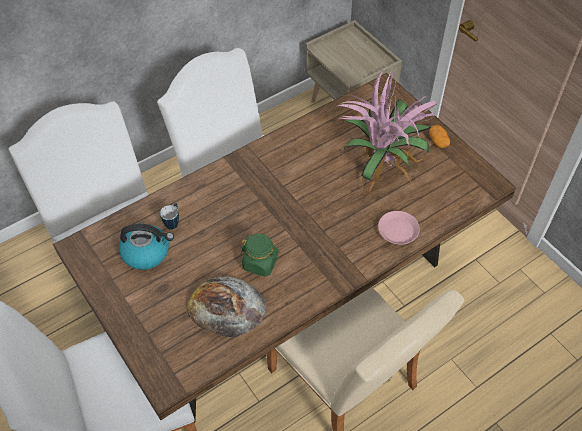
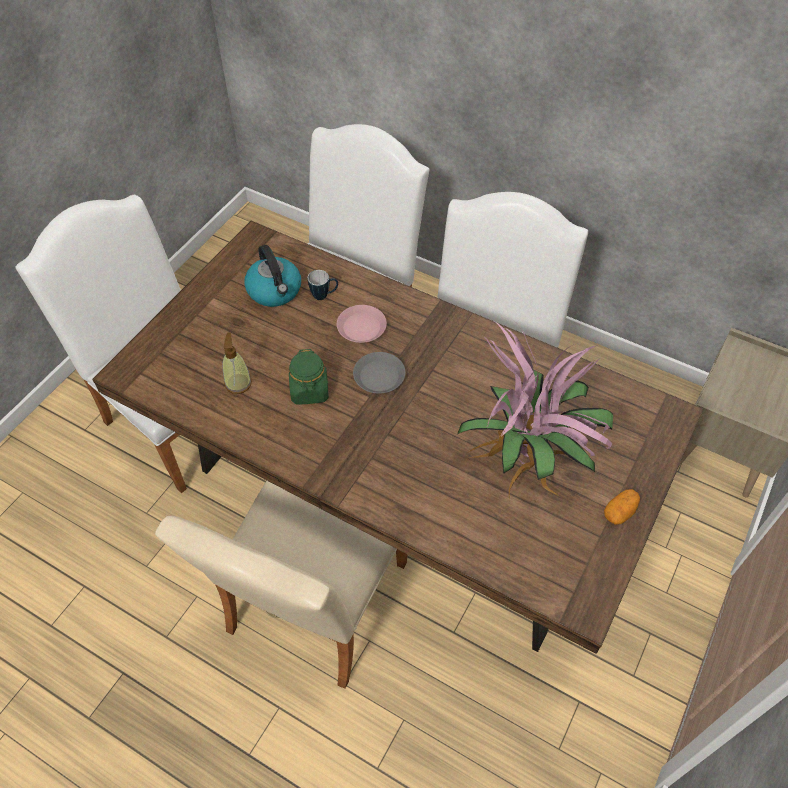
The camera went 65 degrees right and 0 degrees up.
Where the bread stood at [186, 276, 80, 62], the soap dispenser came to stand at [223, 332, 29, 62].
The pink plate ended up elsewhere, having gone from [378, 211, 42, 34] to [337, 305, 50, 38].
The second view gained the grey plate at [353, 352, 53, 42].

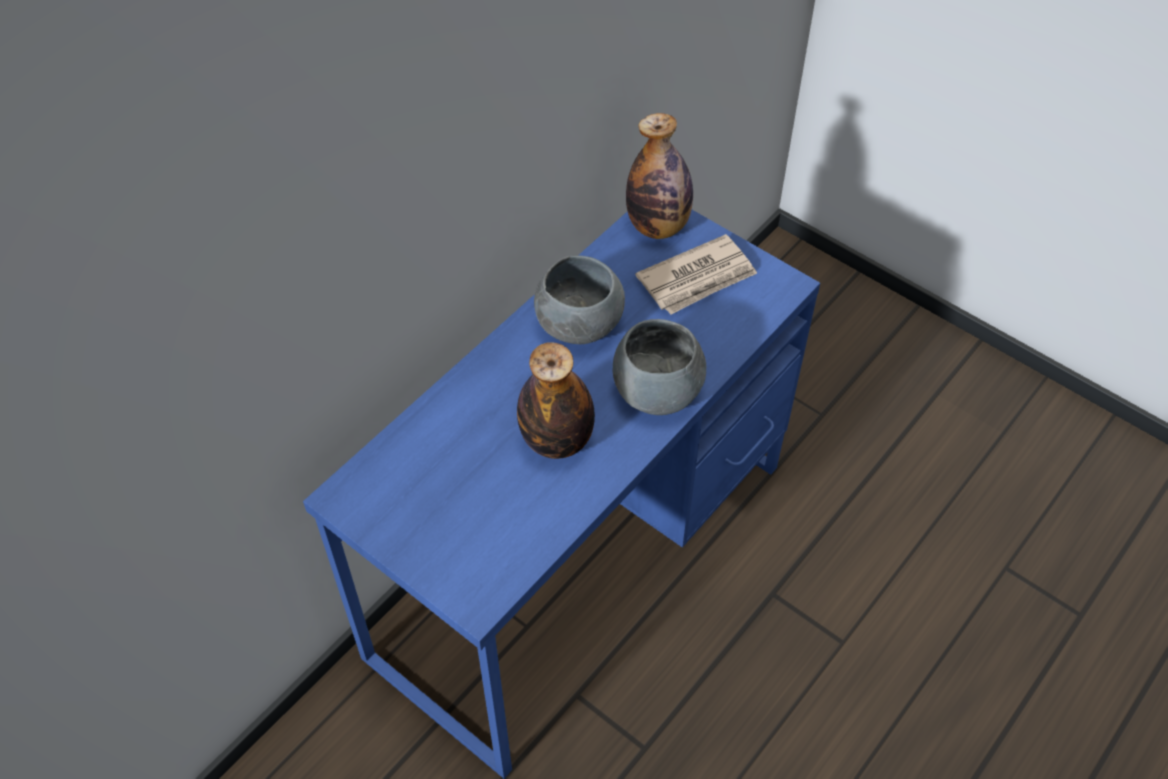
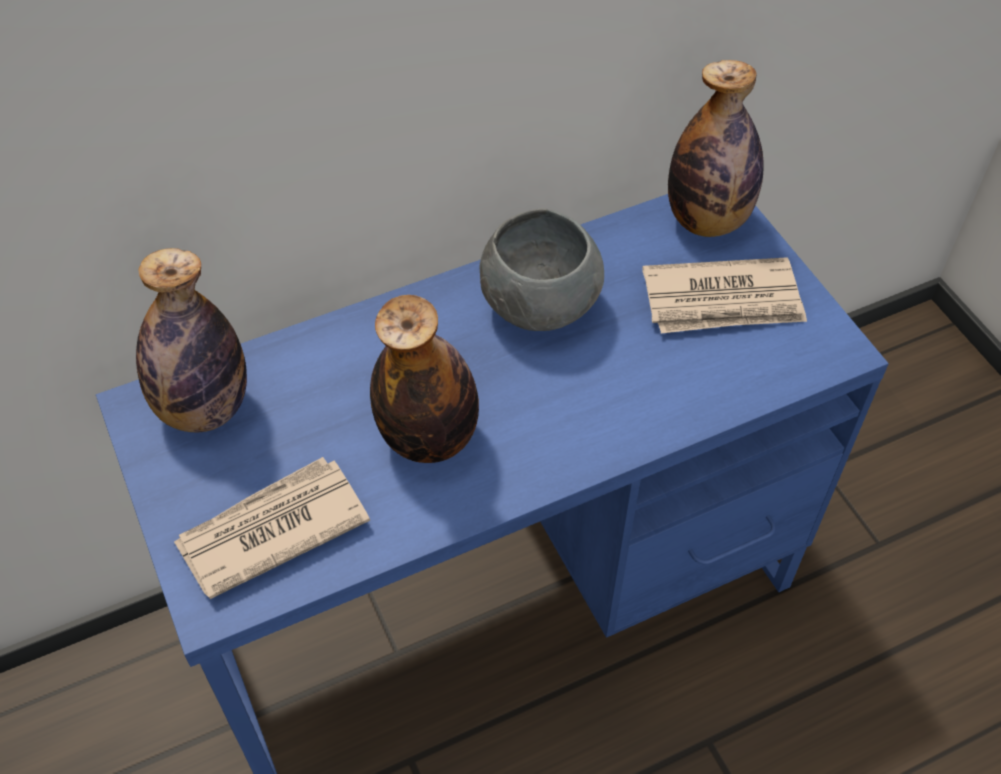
The camera went 25 degrees right and 0 degrees up.
The second view gained the bottle at [136, 248, 111, 184].
The second view gained the newspaper at [174, 457, 196, 142].
The second view lost the grey bowl at [613, 319, 93, 96].

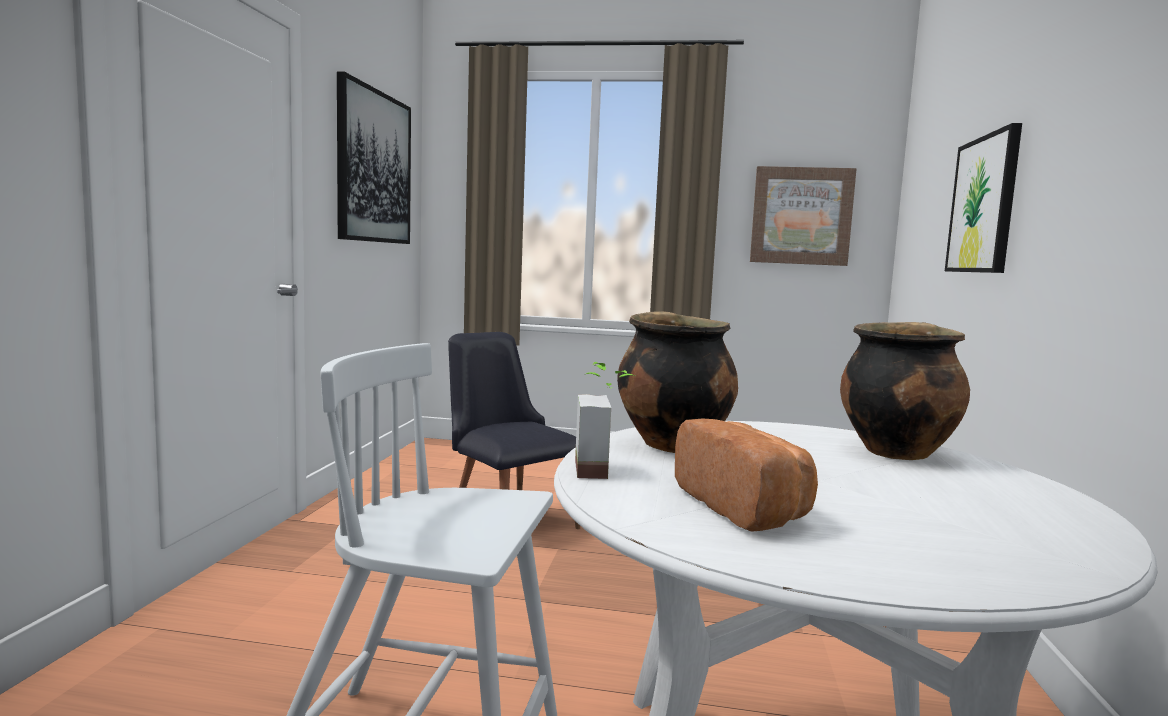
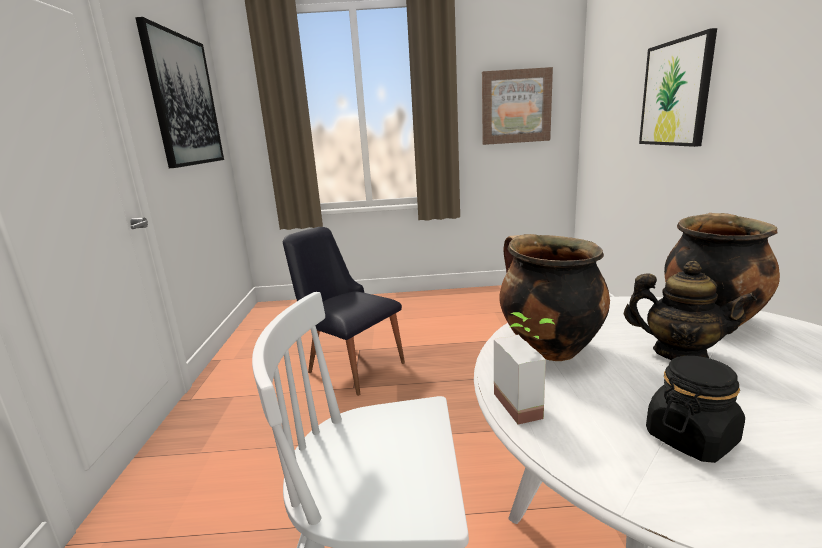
The camera went 10 degrees left and 10 degrees up.
The second view gained the teapot at [624, 261, 133, 99].
Where the bread stood at [675, 419, 143, 113], the black jar came to stand at [646, 356, 99, 107].

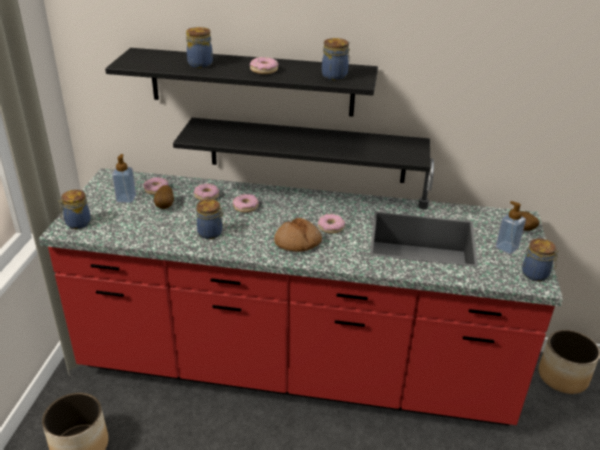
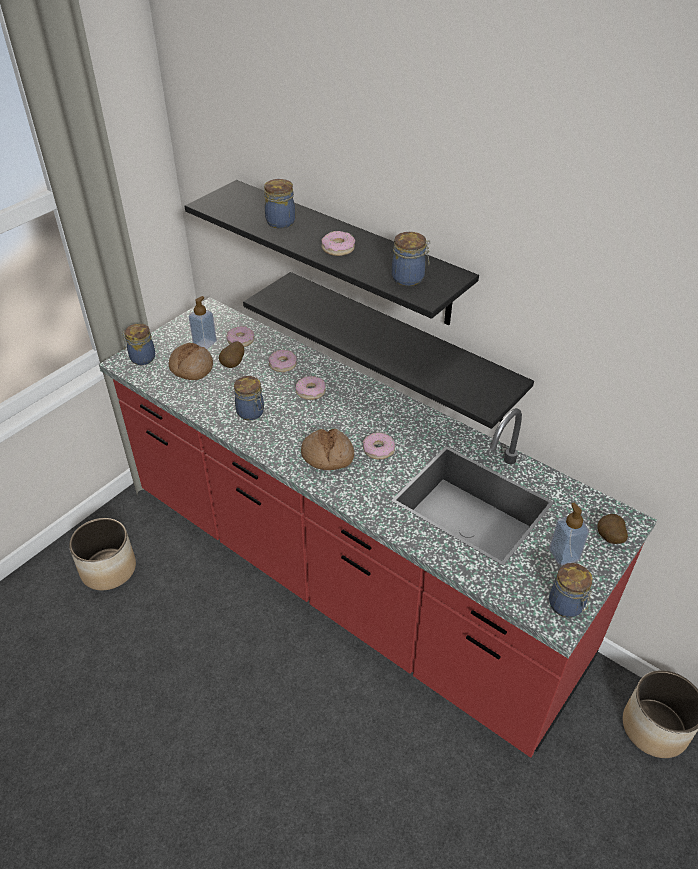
The camera went 30 degrees right and 10 degrees up.
The second view gained the bread at [169, 343, 44, 37].

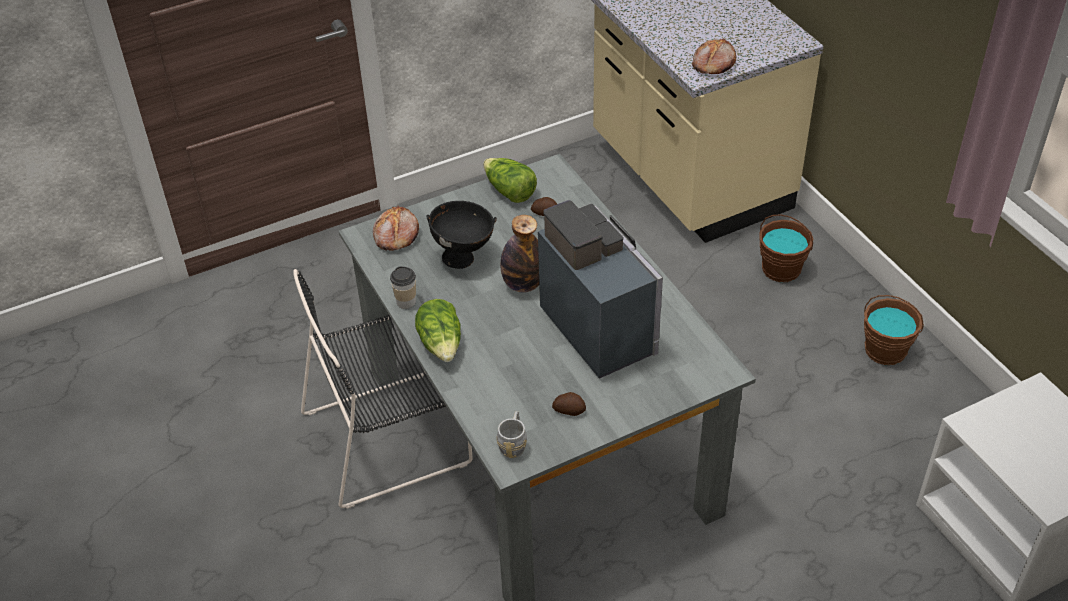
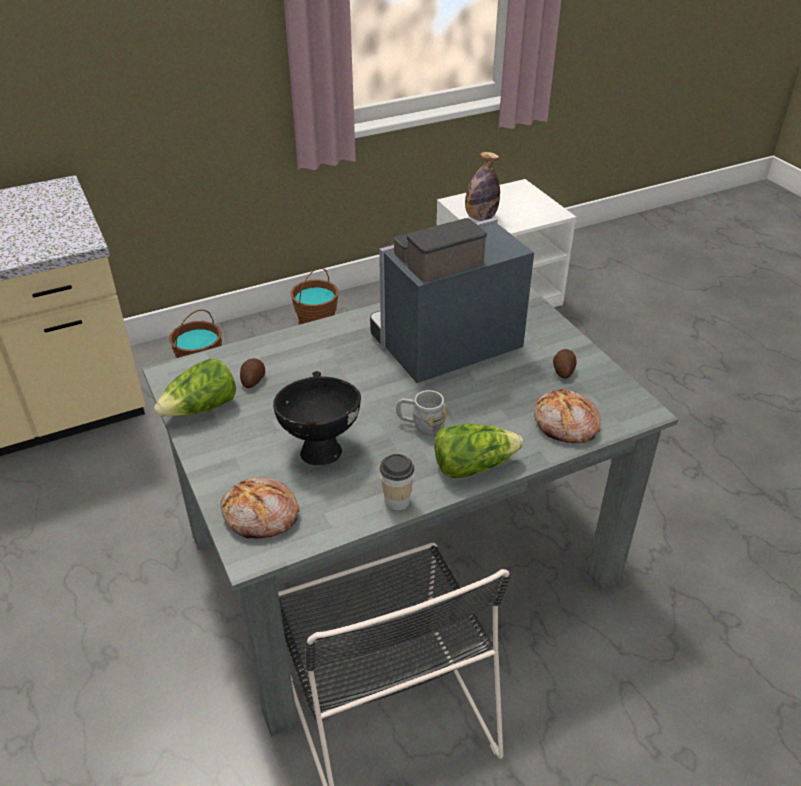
The camera went 90 degrees left and 5 degrees down.
The grey mug ended up elsewhere, having gone from [497, 411, 30, 47] to [396, 390, 50, 45].
The bottle ended up elsewhere, having gone from [500, 215, 39, 78] to [465, 152, 35, 69].
The bread ended up elsewhere, having gone from [692, 38, 44, 36] to [534, 389, 67, 54].

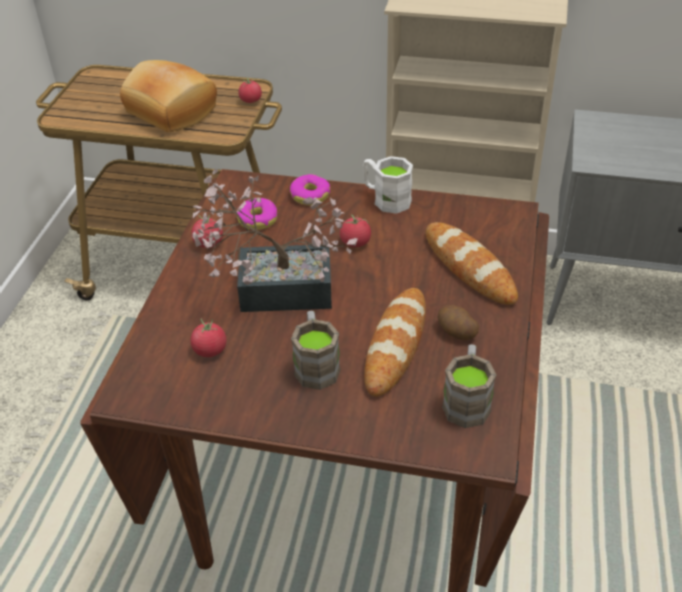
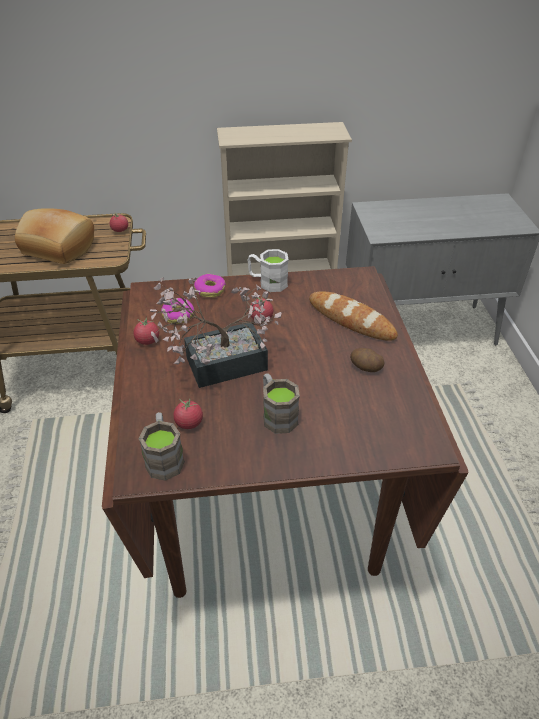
The camera went 20 degrees left and 0 degrees up.
The brown mug ended up elsewhere, having gone from [442, 344, 54, 84] to [139, 412, 46, 69].
The second view lost the bread at [364, 288, 62, 109].

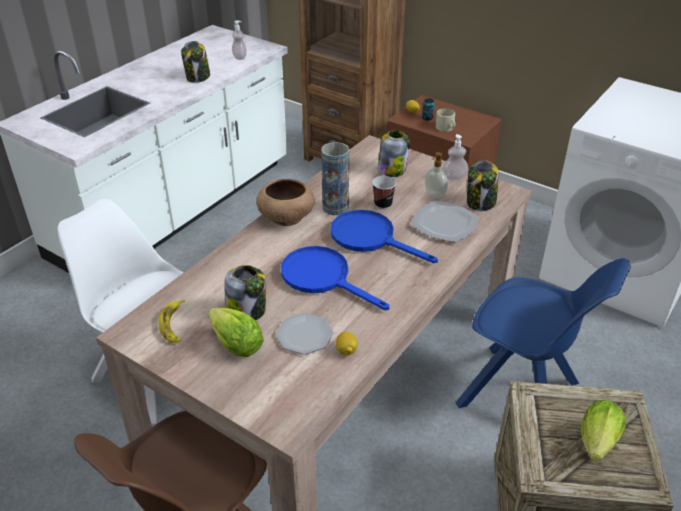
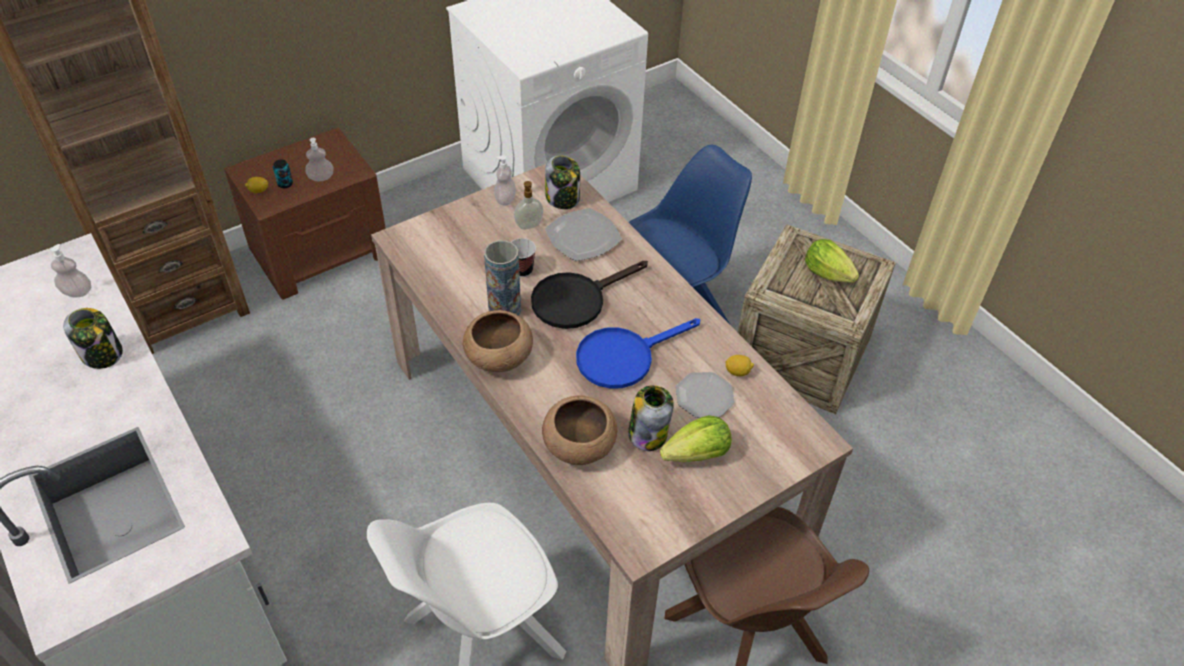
The camera went 70 degrees left and 10 degrees up.
Where the beige mug stood at [436, 108, 19, 24], the soap dispenser came to stand at [305, 138, 29, 43].
What was the blue frying pan at [330, 210, 108, 53] turned into the black frying pan at [531, 261, 117, 68].
The second view gained the brown bowl at [542, 395, 75, 70].
The second view lost the banana at [158, 300, 27, 43].
The second view lost the jar at [378, 130, 32, 47].

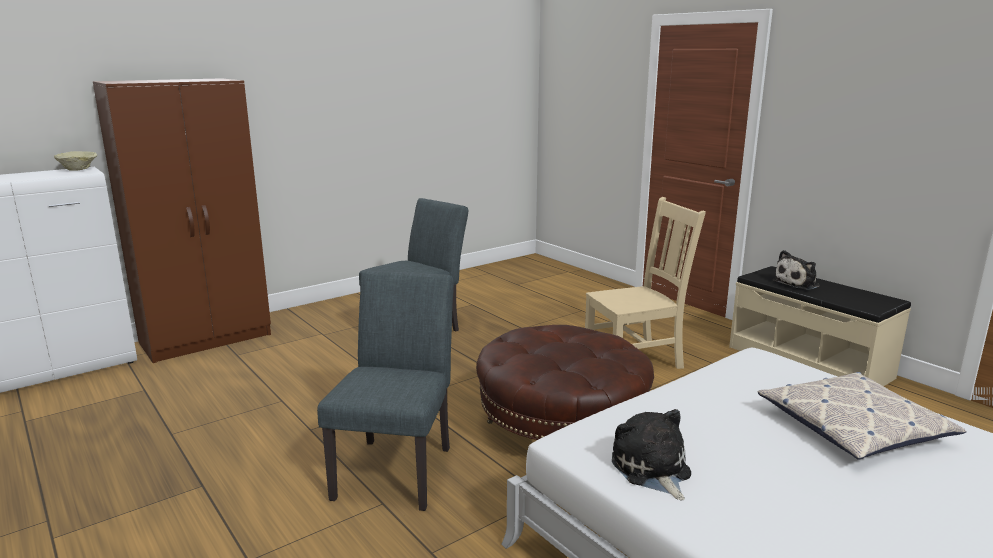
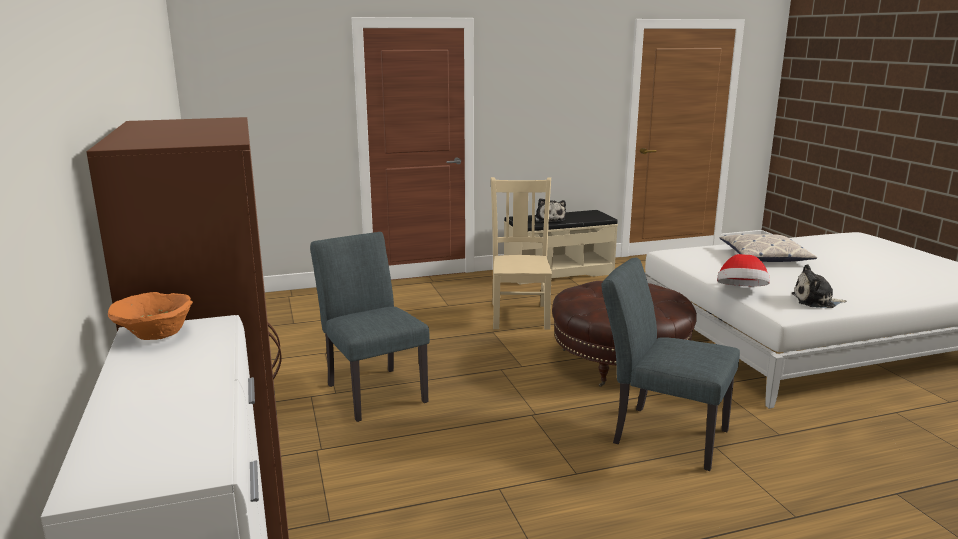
The camera went 70 degrees left and 0 degrees up.
What was the beige bowl at [54, 151, 43, 20] turned into the orange bowl at [108, 292, 85, 48].
The second view gained the hat at [717, 254, 53, 33].

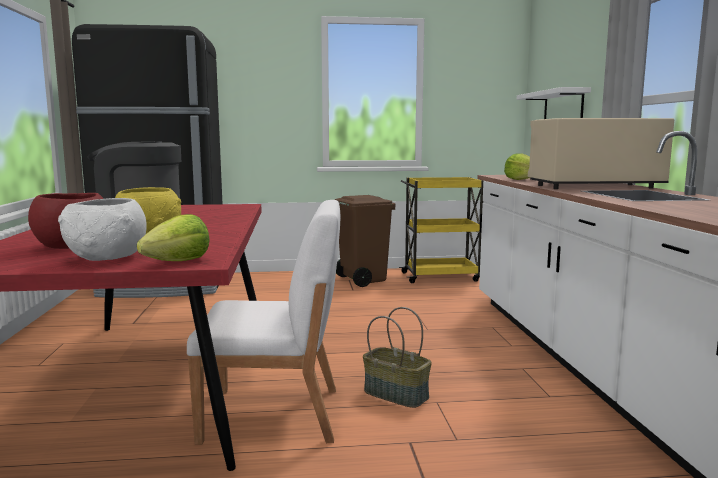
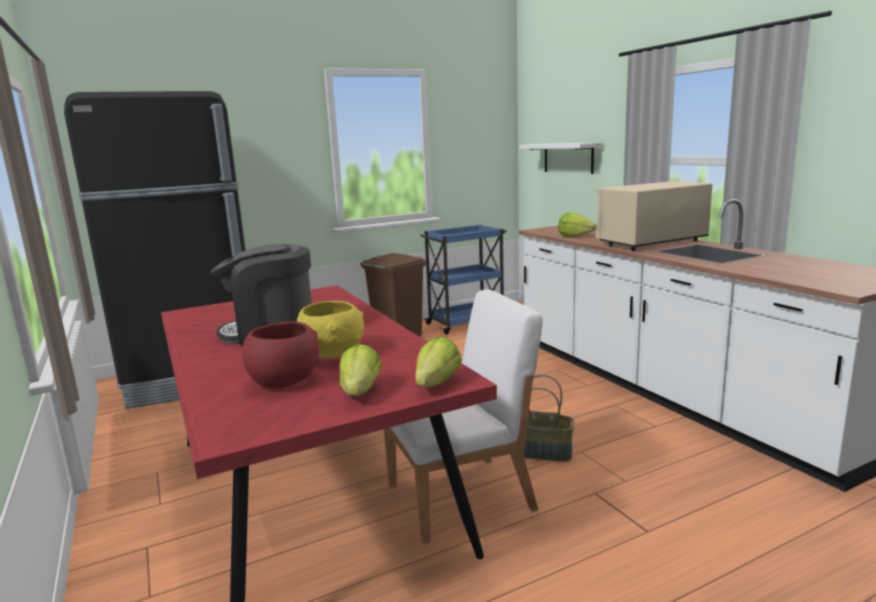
The camera went 20 degrees left and 5 degrees up.
Where the white bowl stood at [58, 198, 89, 63], the lettuce came to stand at [339, 344, 43, 52].
What was the yellow cart at [399, 177, 84, 106] turned into the blue cart at [420, 225, 87, 110].

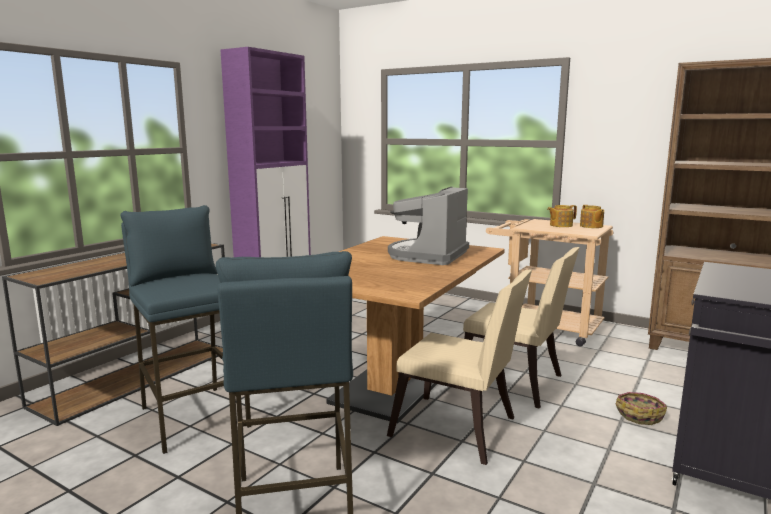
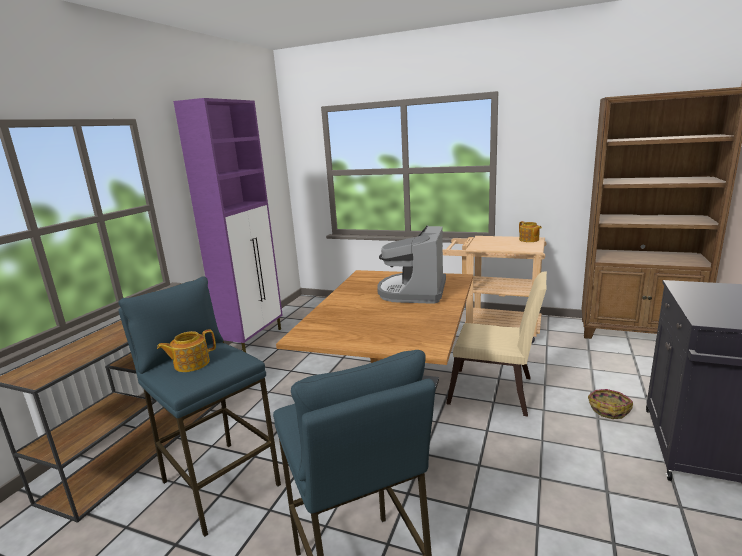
The camera went 10 degrees left and 5 degrees up.
The teapot ended up elsewhere, having gone from [547, 205, 30, 22] to [157, 329, 59, 43].
The second view lost the beige chair at [387, 270, 145, 195].

